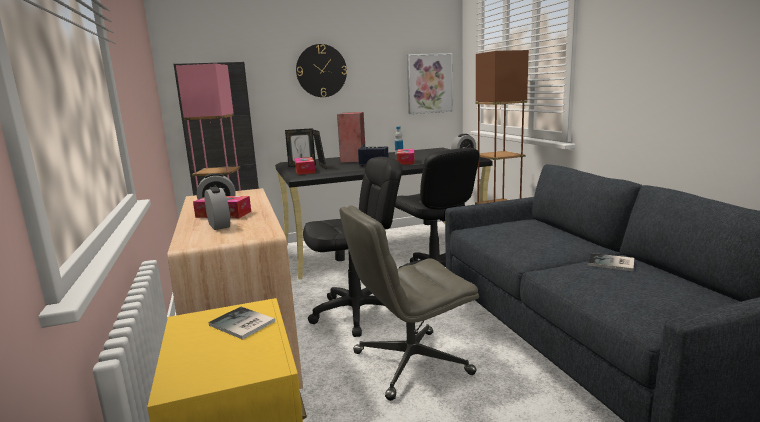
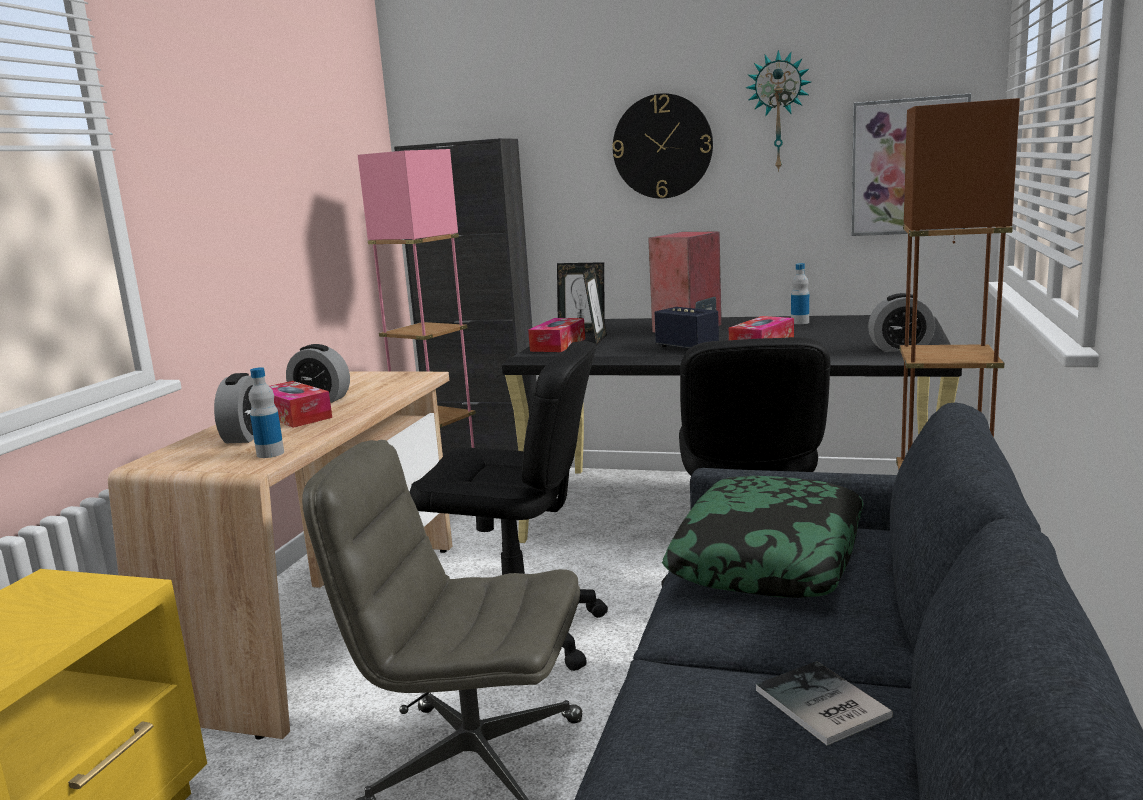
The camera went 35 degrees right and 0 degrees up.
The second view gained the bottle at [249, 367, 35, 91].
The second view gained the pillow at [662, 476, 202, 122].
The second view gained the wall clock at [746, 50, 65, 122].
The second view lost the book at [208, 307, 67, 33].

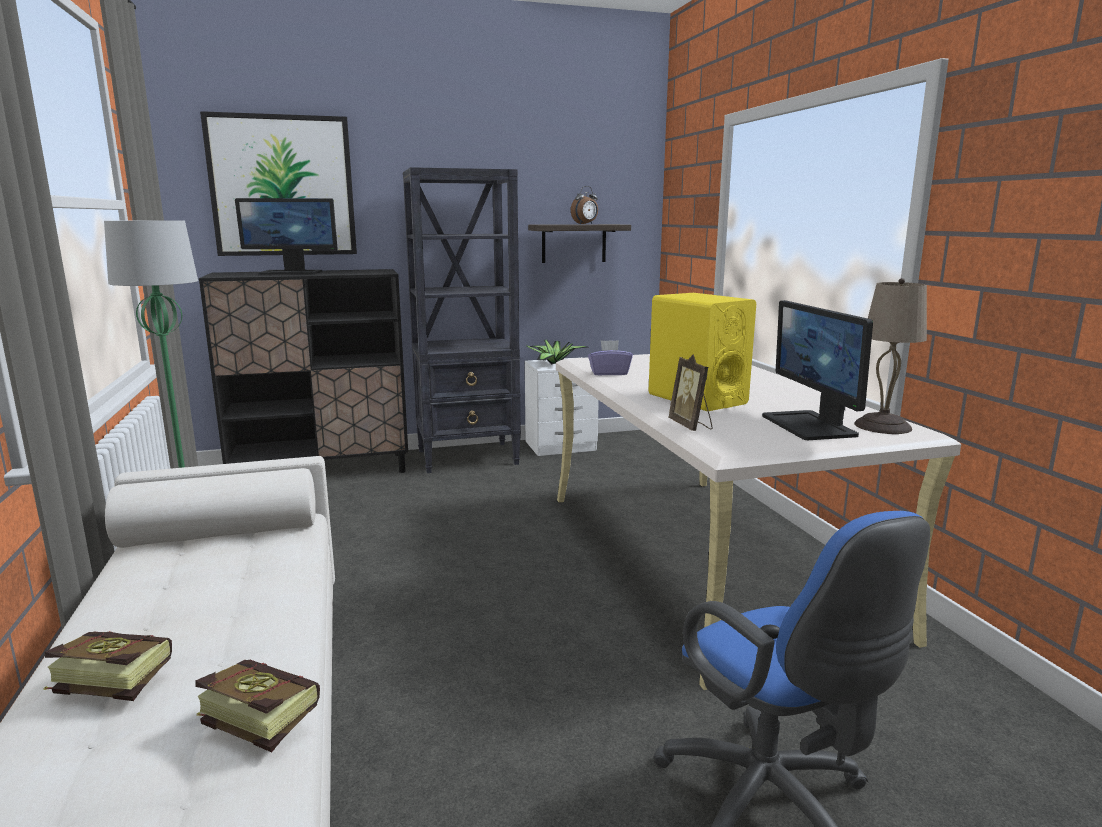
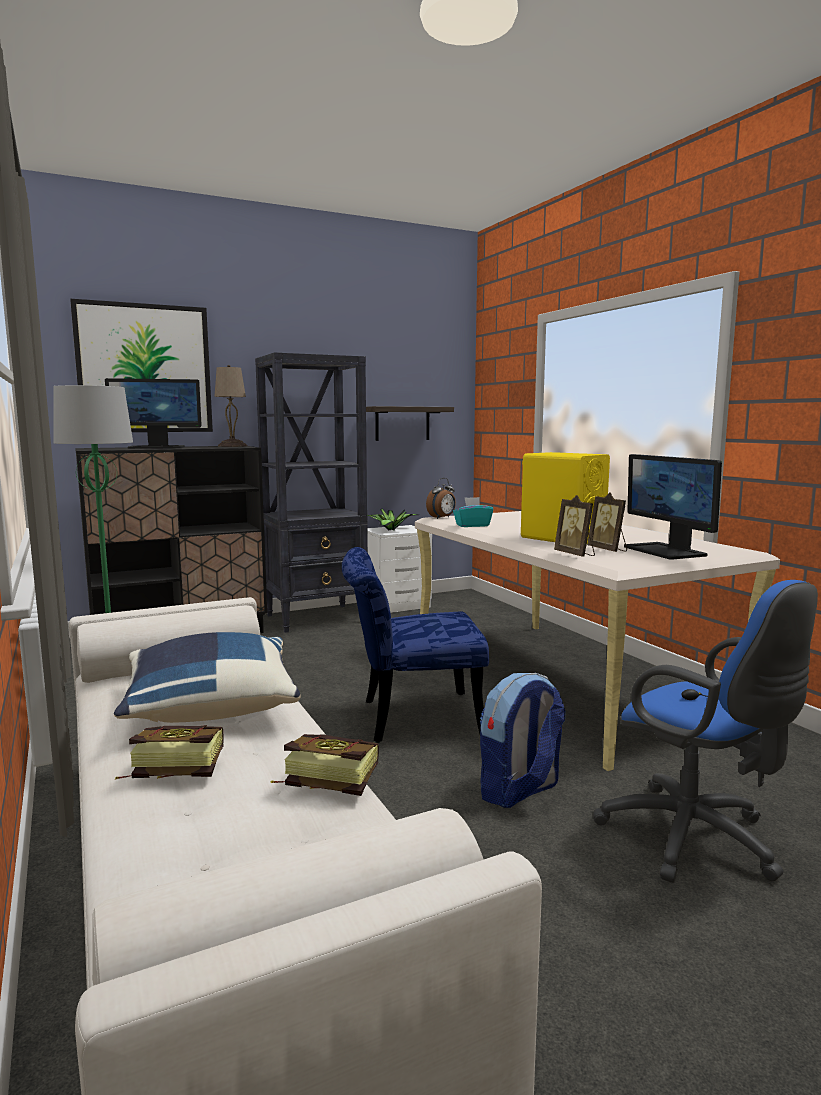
The camera went 10 degrees left and 5 degrees down.
The second view gained the blue pillow at [114, 632, 187, 91].
The beige table lamp ended up elsewhere, having gone from [854, 278, 73, 156] to [214, 365, 33, 82].
The second view gained the blue chair at [342, 547, 147, 196].
The alarm clock ended up elsewhere, having gone from [571, 186, 27, 38] to [426, 478, 30, 41].
What was the purple tissue box at [588, 340, 45, 35] turned into the turquoise tissue box at [453, 497, 40, 30].
The second view gained the backpack at [480, 673, 86, 135].
The second view gained the picture frame at [587, 493, 40, 59].

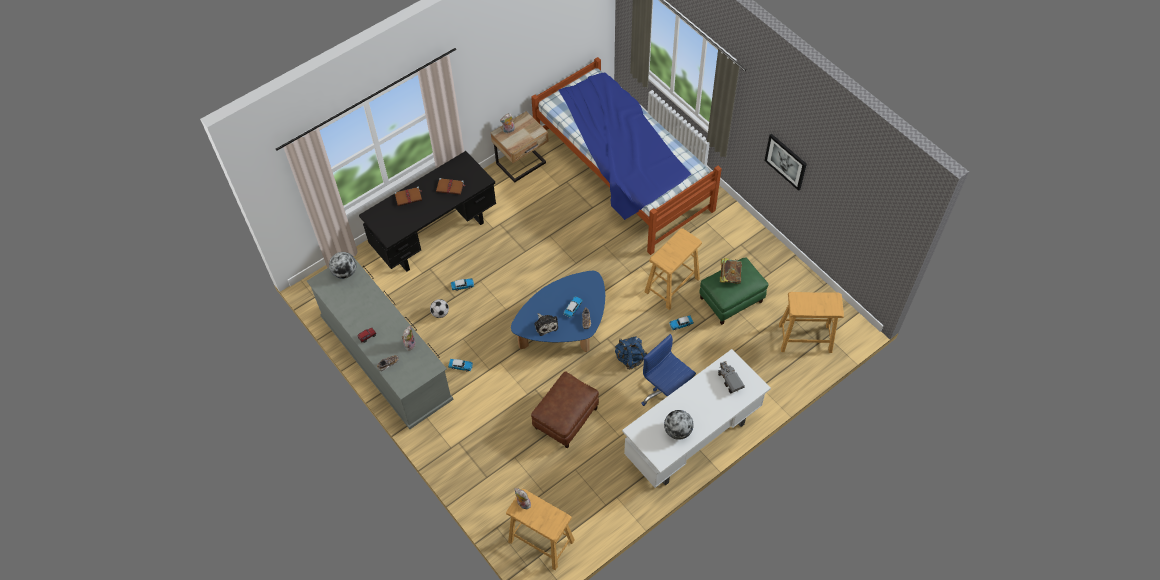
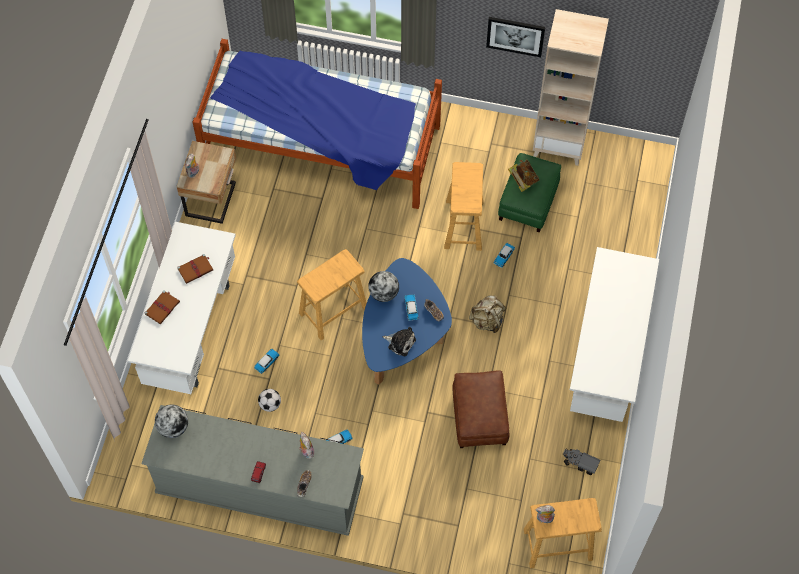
The camera went 40 degrees left and 5 degrees up.
What was the black desk at [359, 151, 137, 121] turned into the white desk at [128, 222, 108, 172].
The beige stool ended up elsewhere, having gone from [779, 292, 65, 61] to [297, 249, 70, 92].
The globe ended up elsewhere, having gone from [664, 410, 30, 30] to [368, 271, 31, 31].
What was the blue backpack at [615, 336, 32, 33] turned into the beige backpack at [469, 295, 37, 38].
The second view gained the beige bookcase at [533, 9, 76, 157].
The toy truck ended up elsewhere, having gone from [718, 361, 27, 33] to [562, 449, 38, 26].
The second view lost the blue office chair at [641, 334, 55, 72].

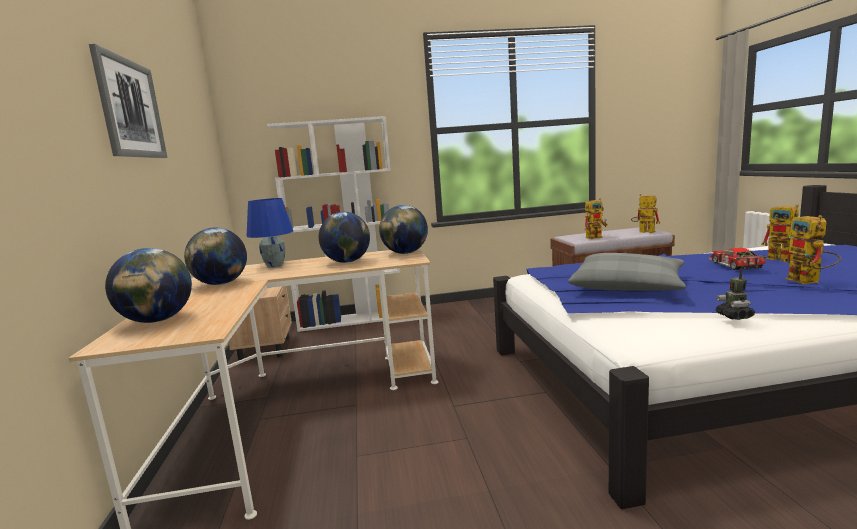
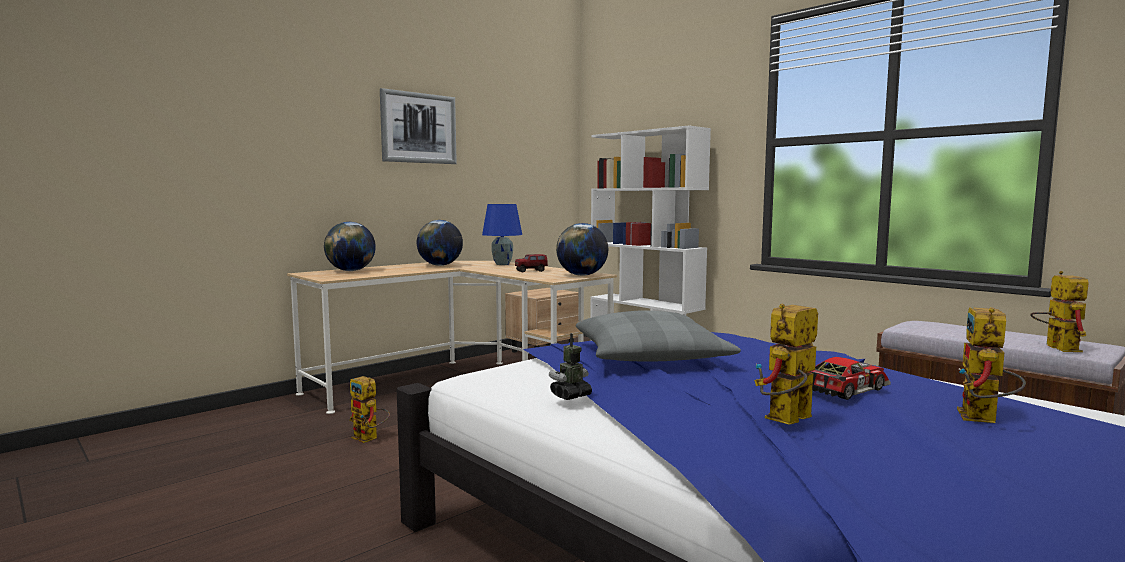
The camera went 55 degrees right and 5 degrees down.
The toy robot ended up elsewhere, having gone from [585, 198, 22, 41] to [350, 376, 40, 67].
Where the globe stood at [319, 212, 51, 51], the toy truck came to stand at [515, 254, 33, 18].

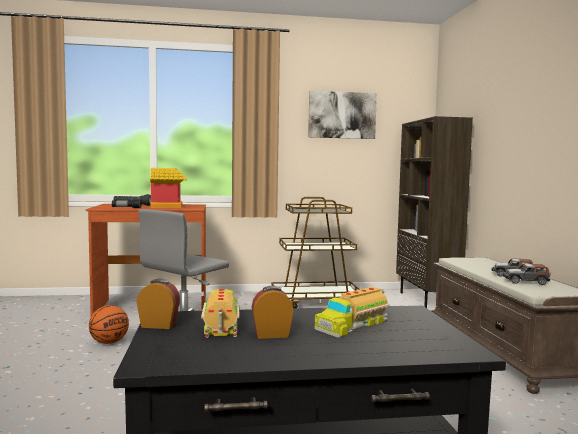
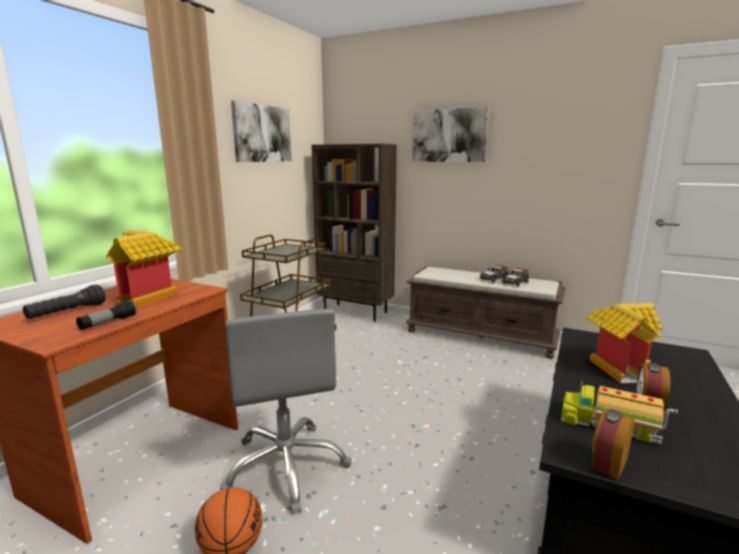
The camera went 55 degrees left and 10 degrees up.
The second view gained the picture at [412, 107, 77, 55].
Where the toy truck stood at [314, 287, 76, 50], the toy house came to stand at [587, 303, 76, 80].

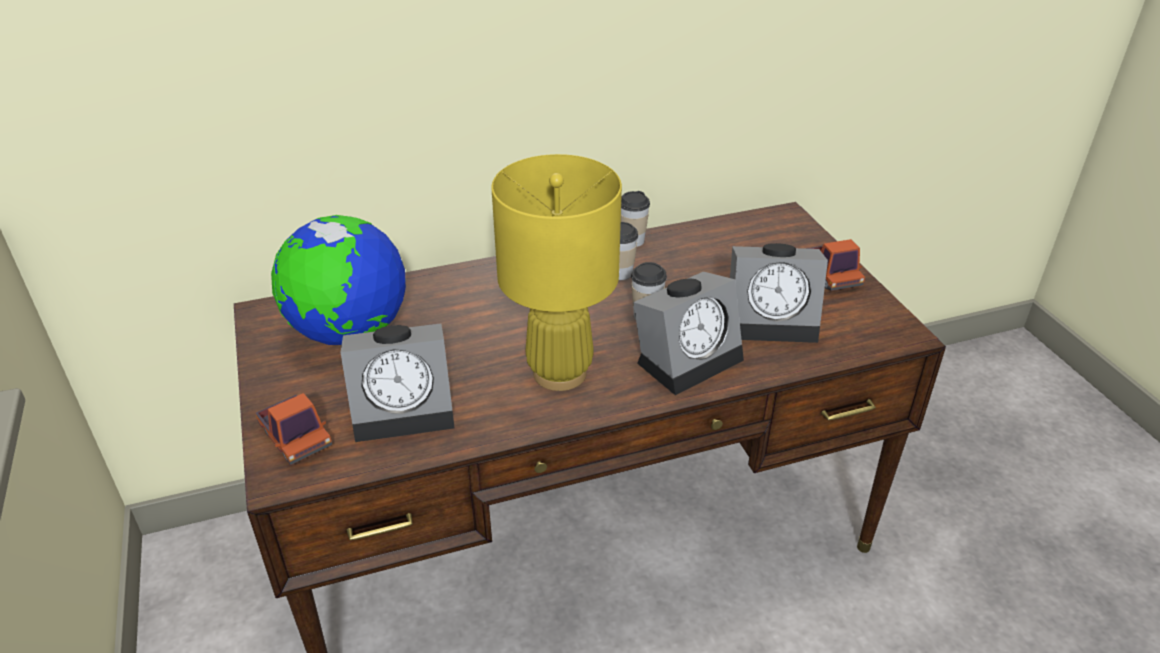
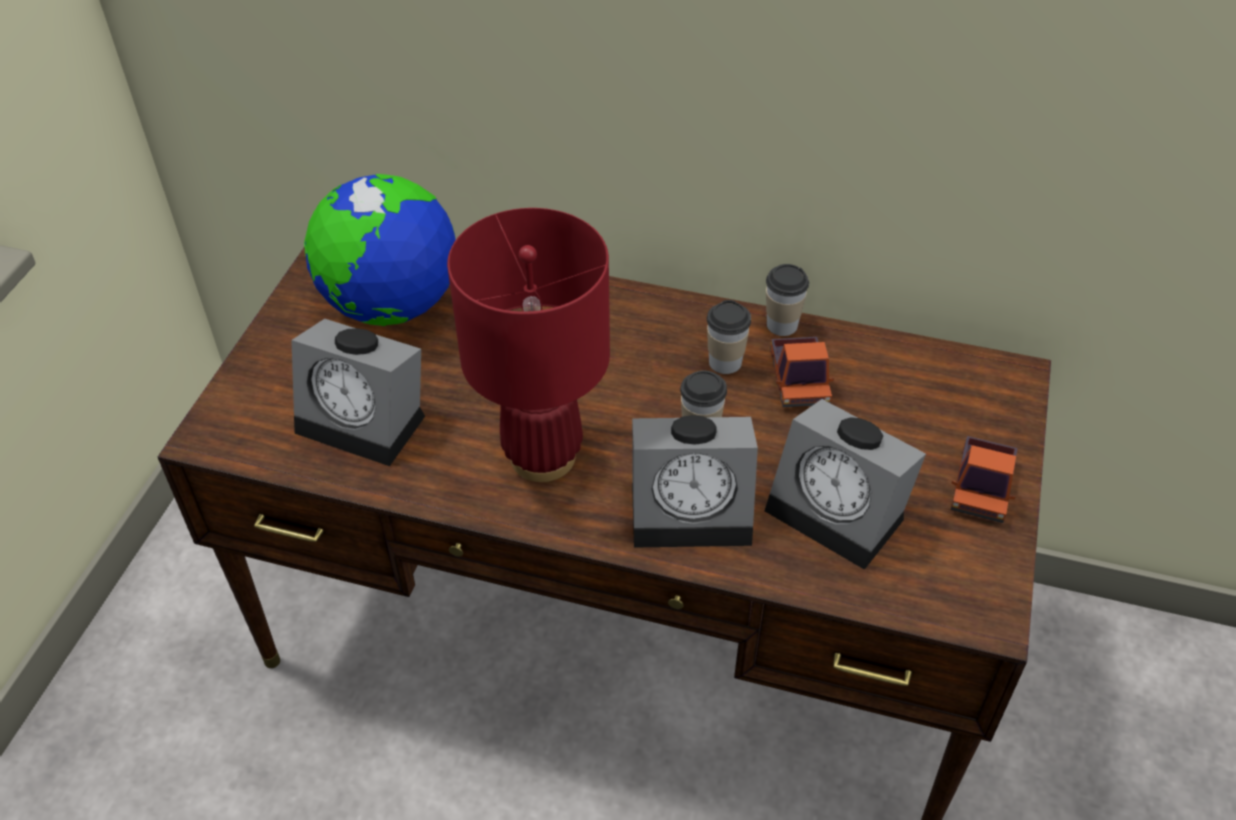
The camera went 35 degrees right and 10 degrees up.
What was the yellow table lamp at [491, 154, 131, 237] turned into the red table lamp at [447, 208, 163, 274].
The toy truck ended up elsewhere, having gone from [255, 393, 77, 72] to [770, 337, 64, 70].

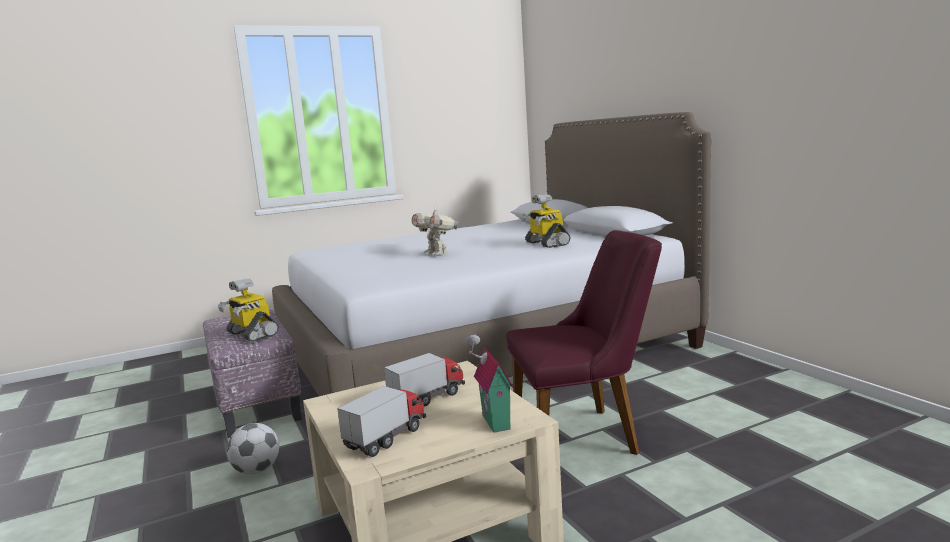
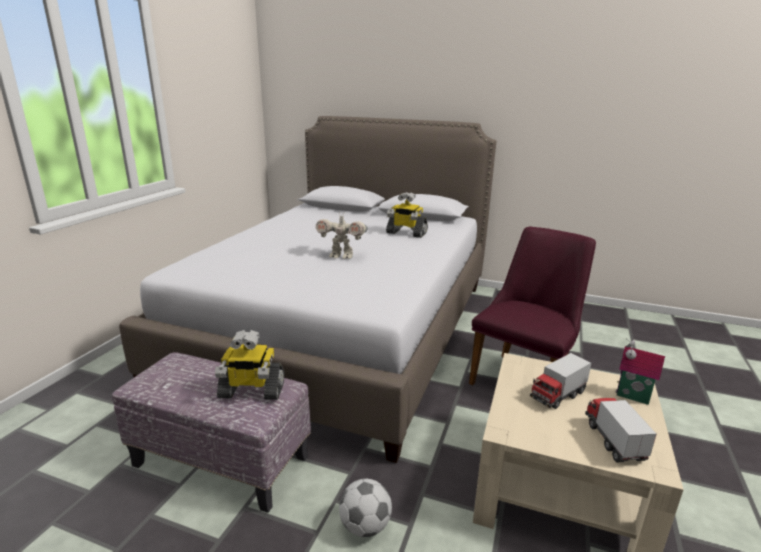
The camera went 45 degrees left and 10 degrees up.
The toy truck at [384, 353, 81, 54] ended up facing another way, 135 degrees counterclockwise from before.

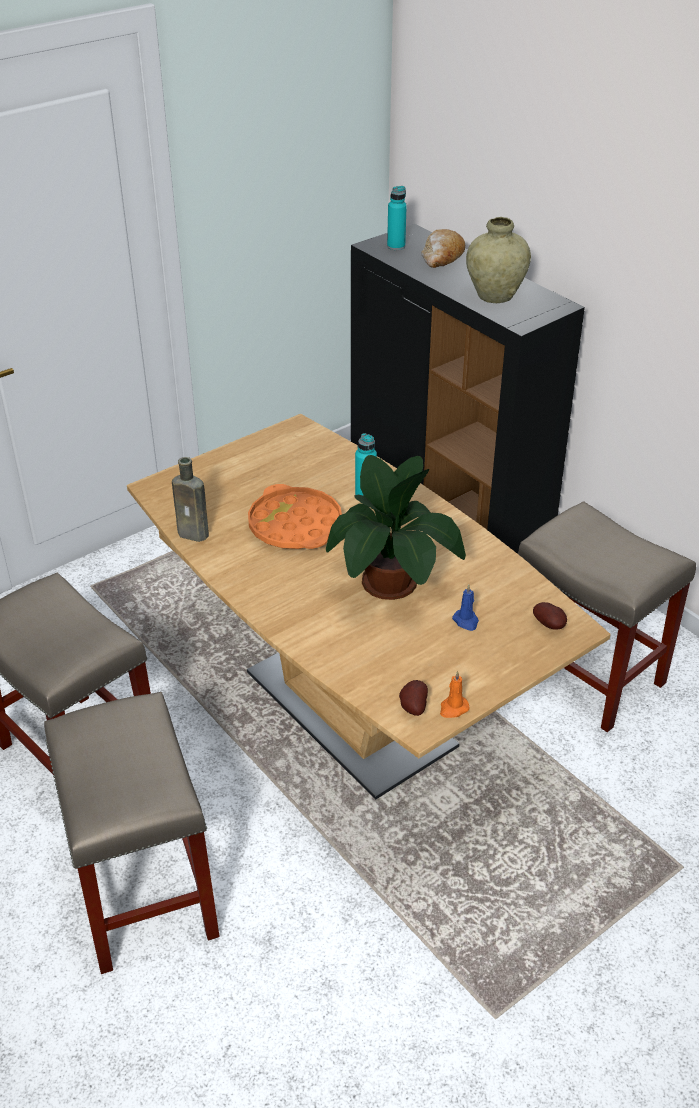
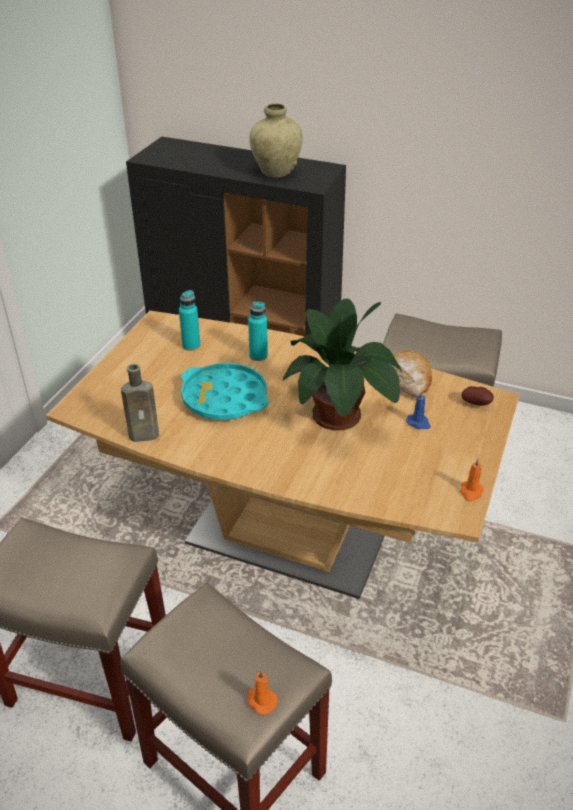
The camera went 30 degrees left and 0 degrees up.
The turquoise bottle ended up elsewhere, having gone from [387, 186, 20, 64] to [179, 290, 21, 61].
What was the orange tray at [248, 484, 94, 65] turned into the turquoise tray at [181, 363, 88, 57].
The second view gained the orange candle at [247, 671, 31, 44].
The bread ended up elsewhere, having gone from [421, 229, 44, 39] to [390, 350, 42, 48].
The second view lost the potato at [399, 680, 29, 36].

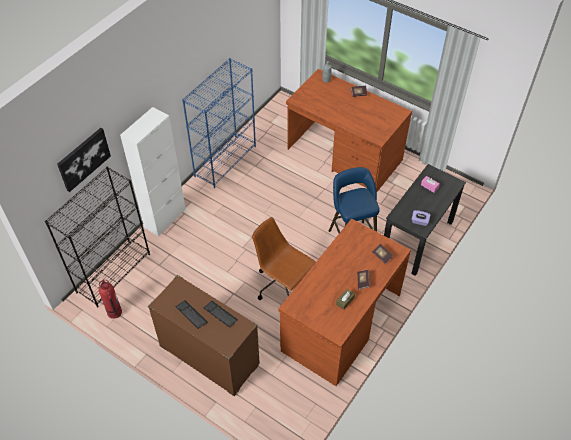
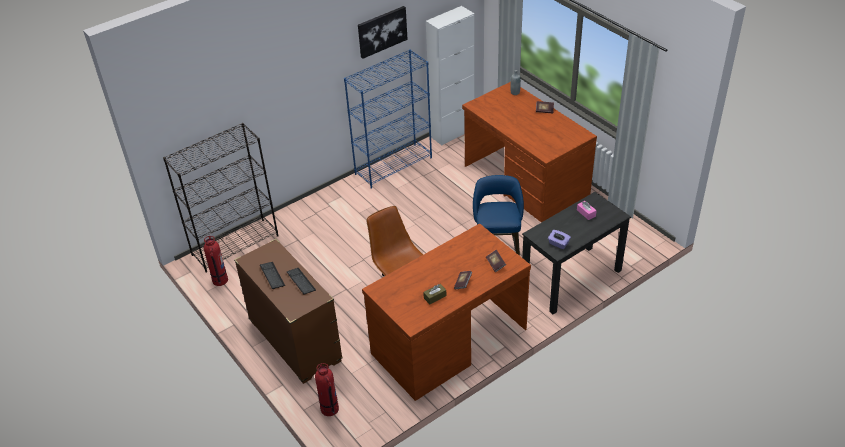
The camera went 20 degrees right and 10 degrees down.
The second view gained the fire extinguisher at [315, 363, 24, 53].
The picture ended up elsewhere, having gone from [57, 128, 54, 64] to [358, 6, 50, 53].
The white cabinet ended up elsewhere, having gone from [120, 107, 66, 129] to [426, 6, 49, 139].

